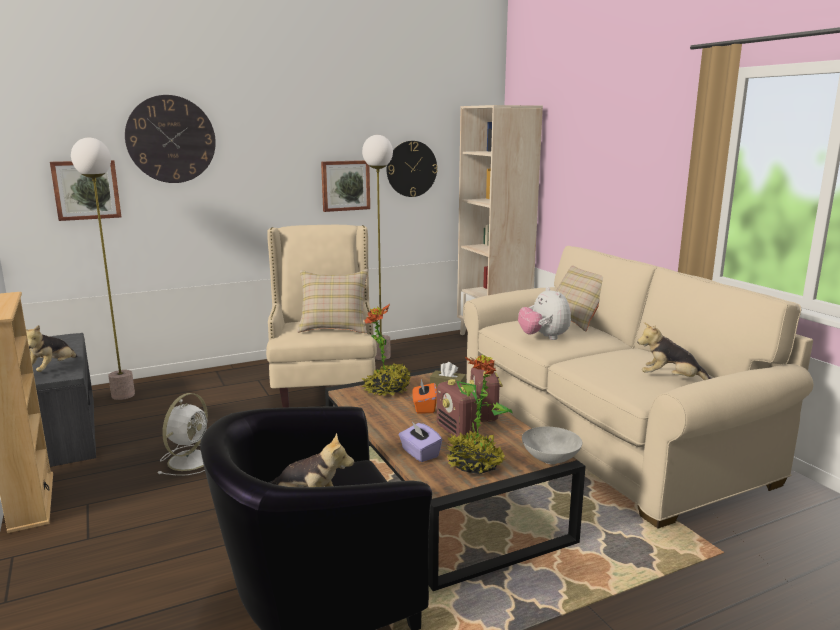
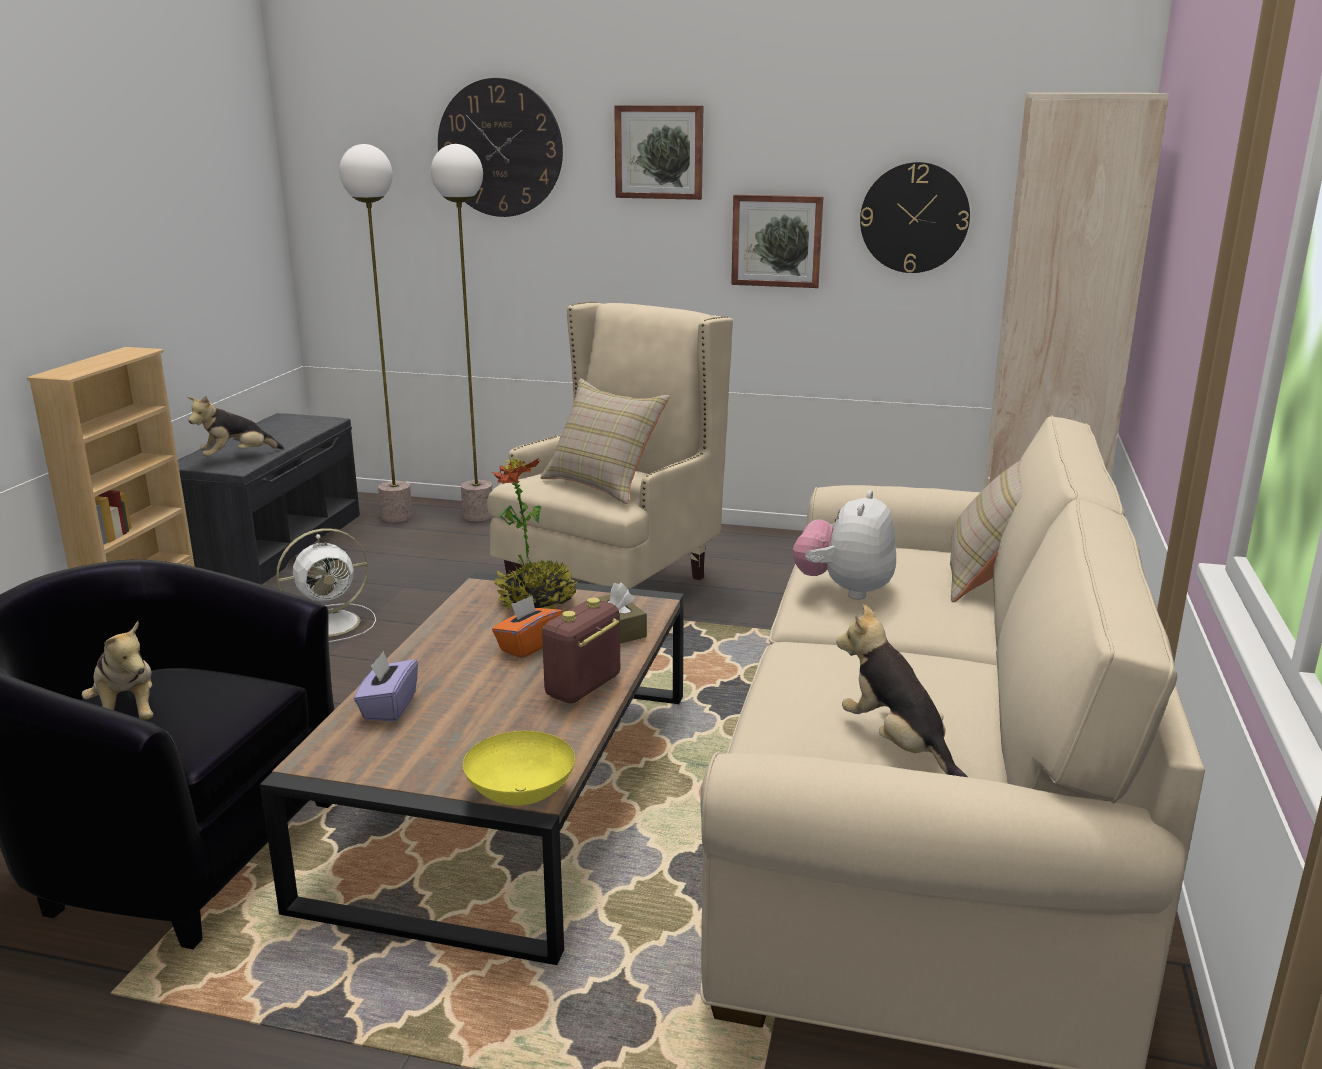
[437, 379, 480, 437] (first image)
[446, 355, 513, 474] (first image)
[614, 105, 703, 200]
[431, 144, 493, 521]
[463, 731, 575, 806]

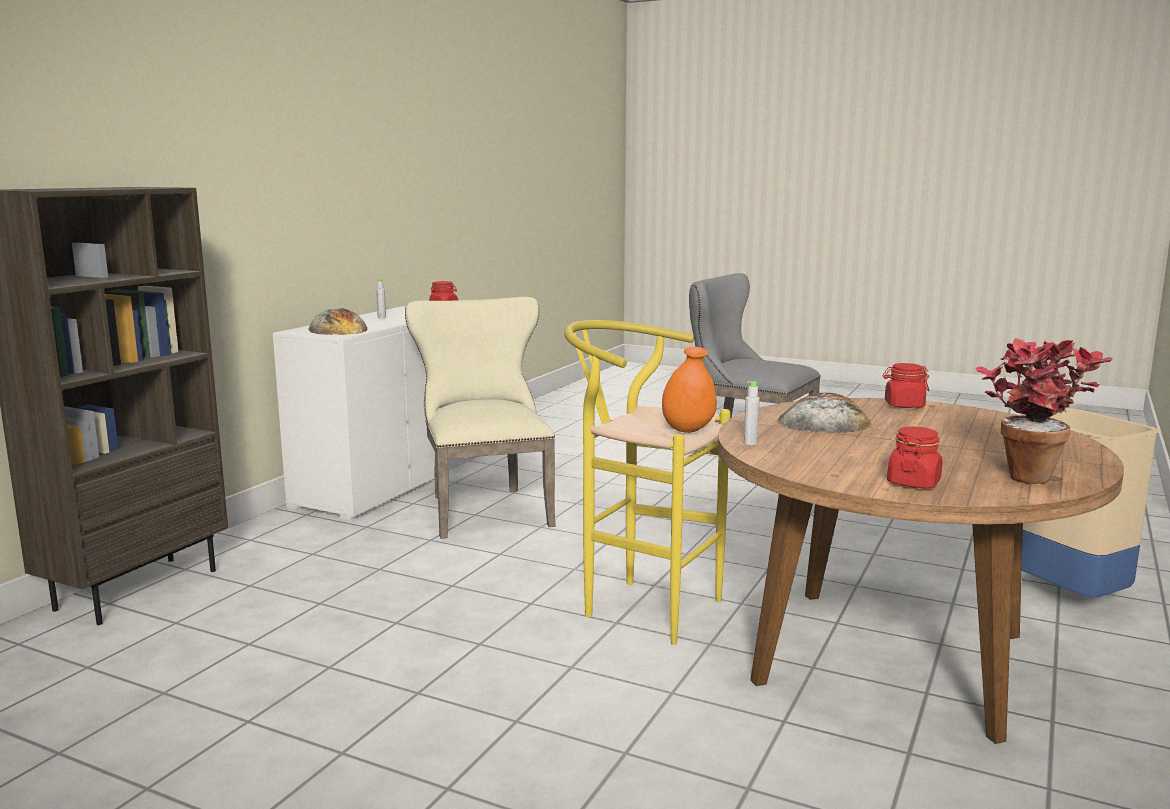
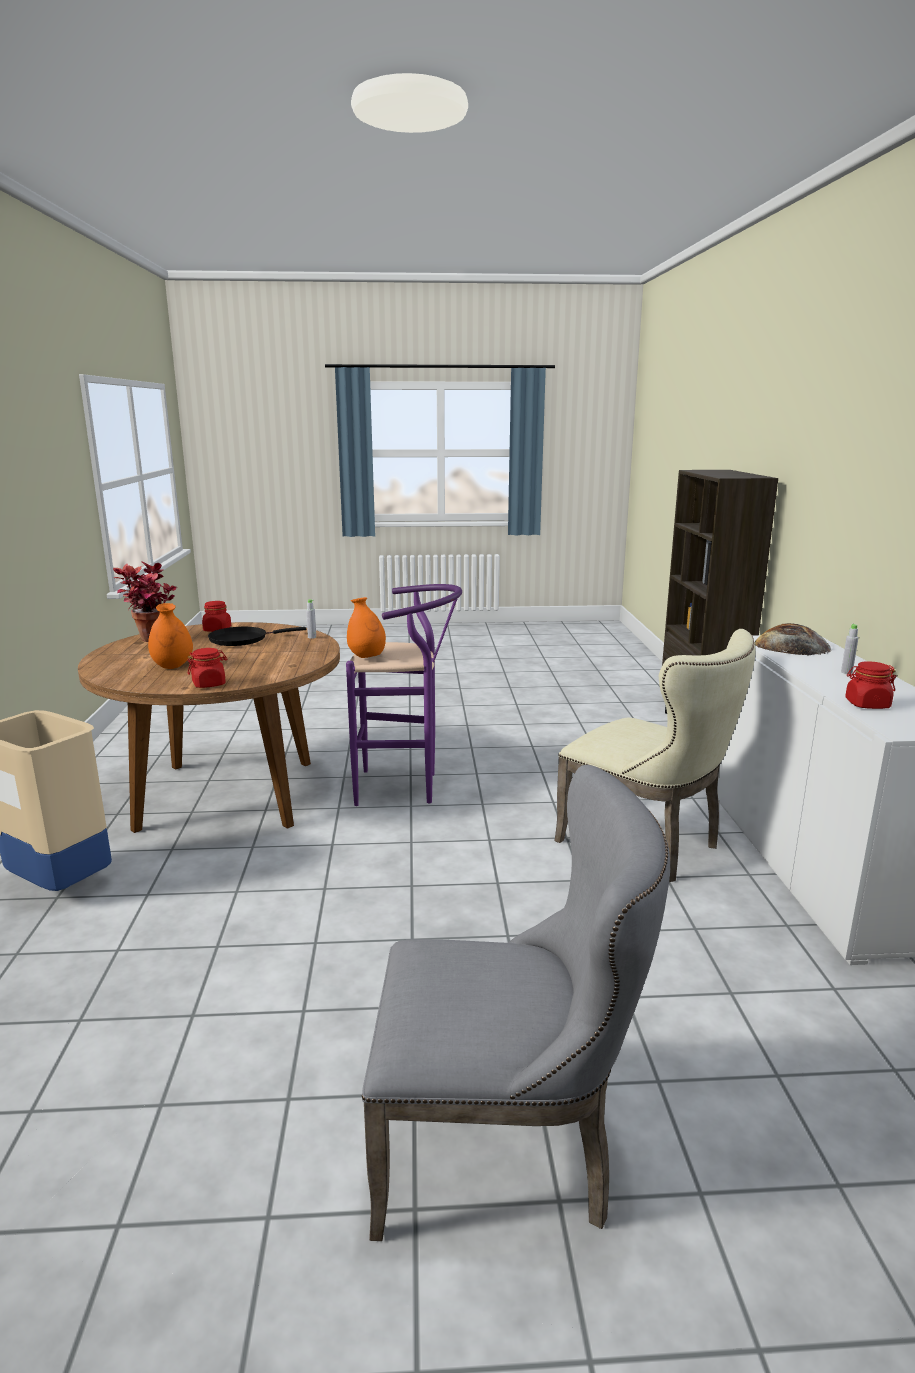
[777, 393, 871, 433] (first image)
[148, 603, 193, 669]
[208, 627, 306, 646]
[346, 584, 462, 806]

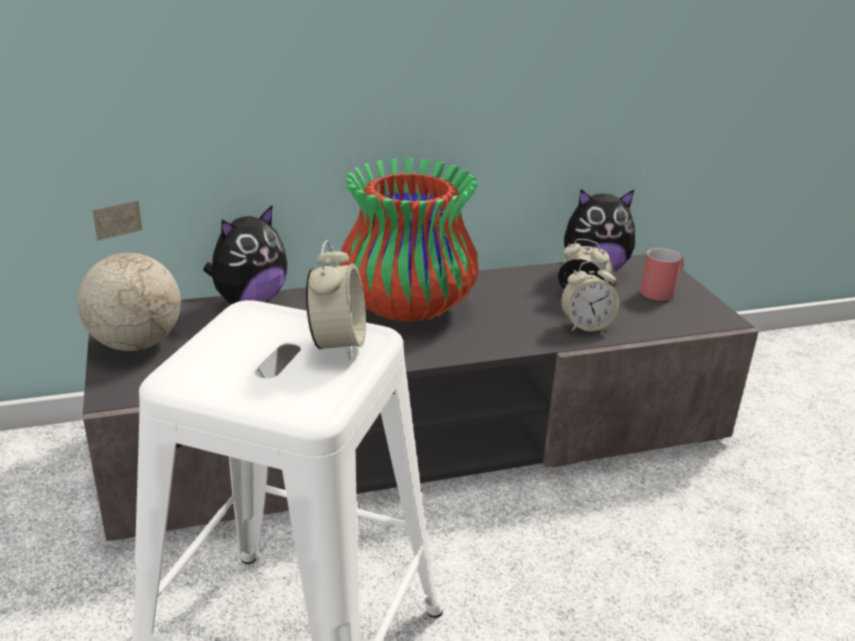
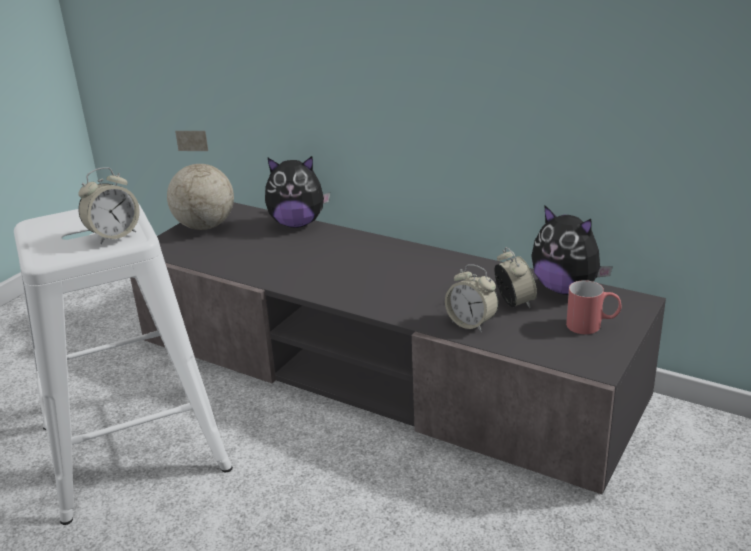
[340, 158, 479, 322] (first image)

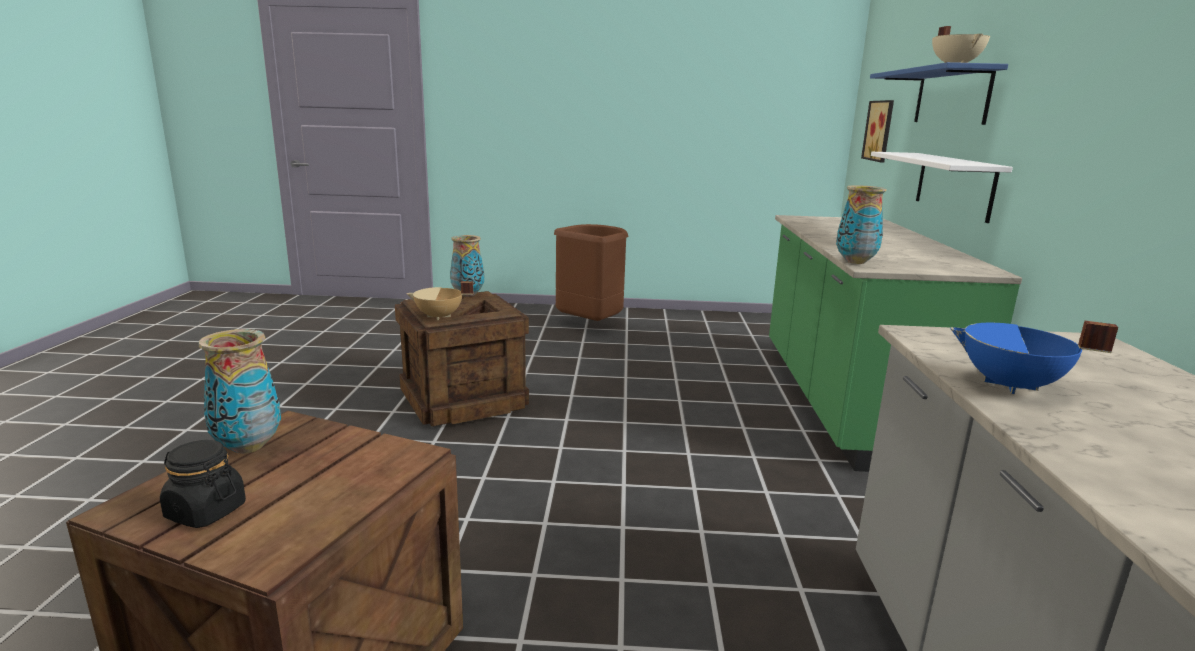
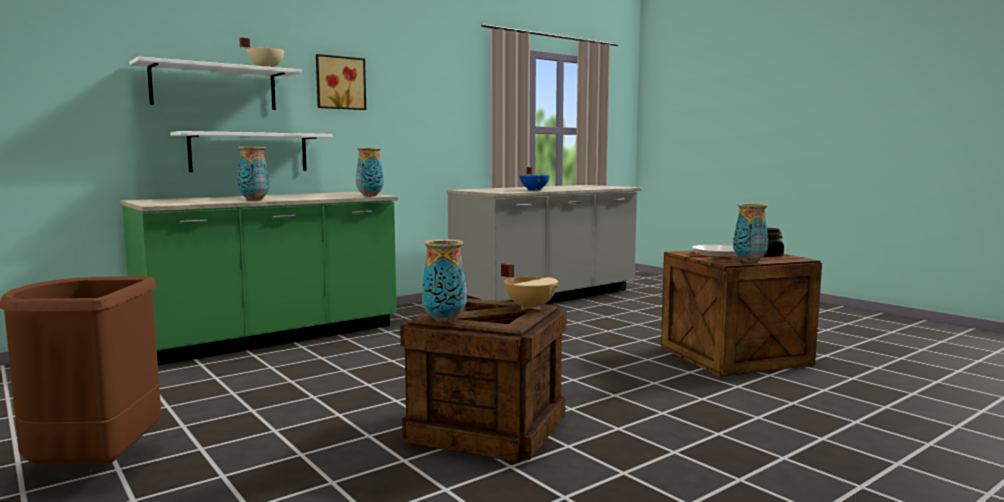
[238, 147, 270, 201]
[692, 244, 737, 257]
[316, 54, 366, 110]
[130, 56, 302, 110]

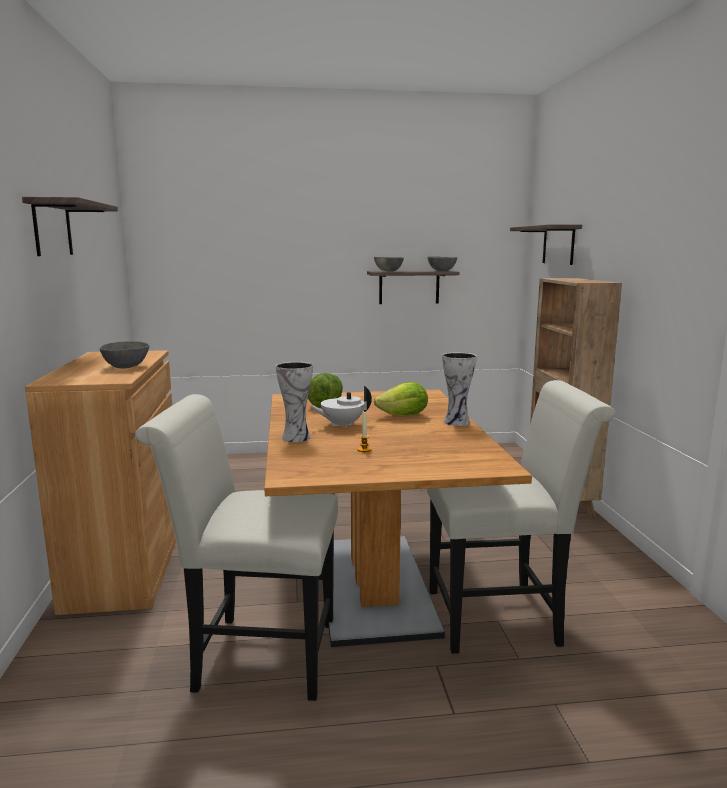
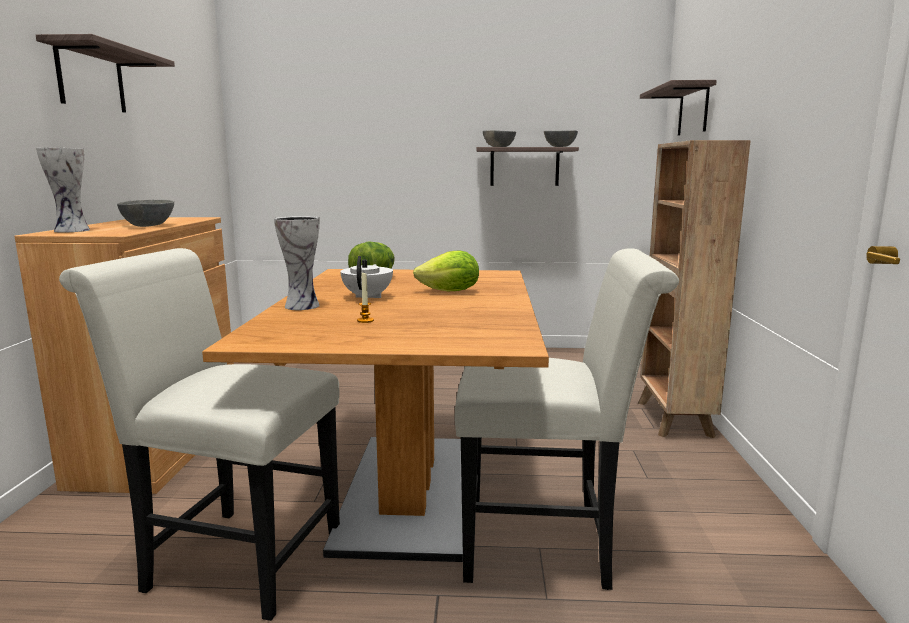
[36, 148, 90, 233]
[340, 256, 393, 298]

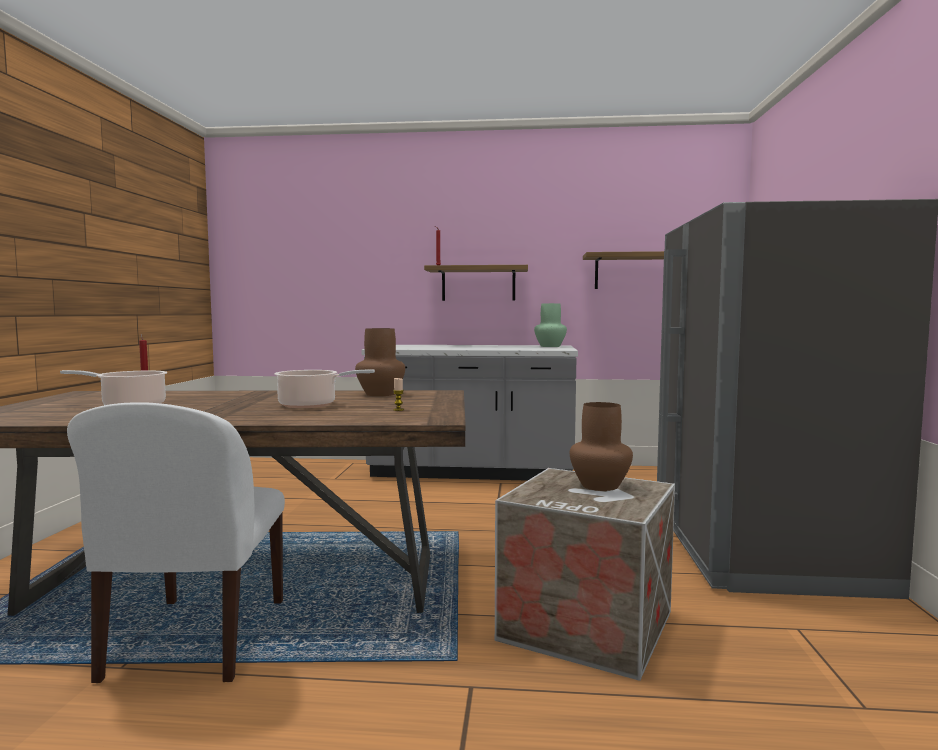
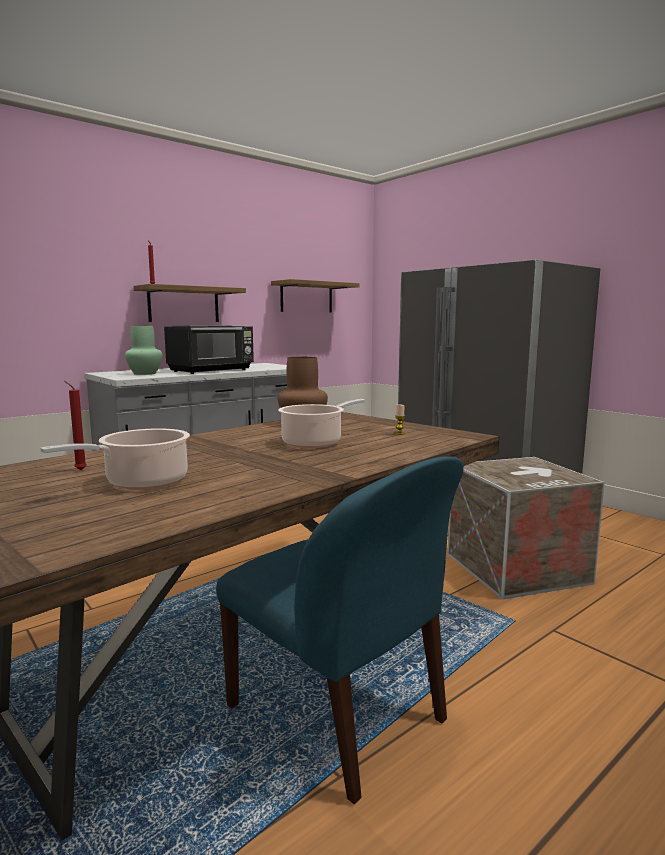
[569, 402, 633, 491] (first image)
[164, 325, 254, 374]
[125, 326, 163, 375]
[216, 456, 464, 804]

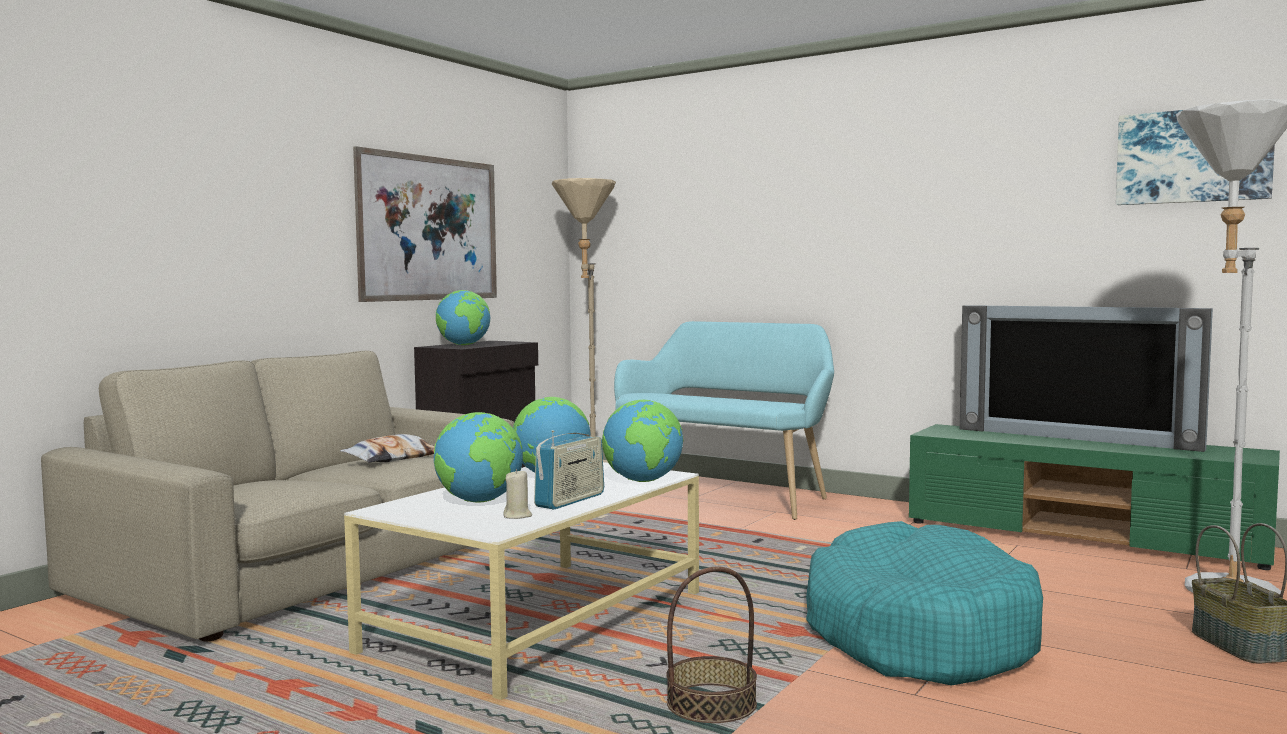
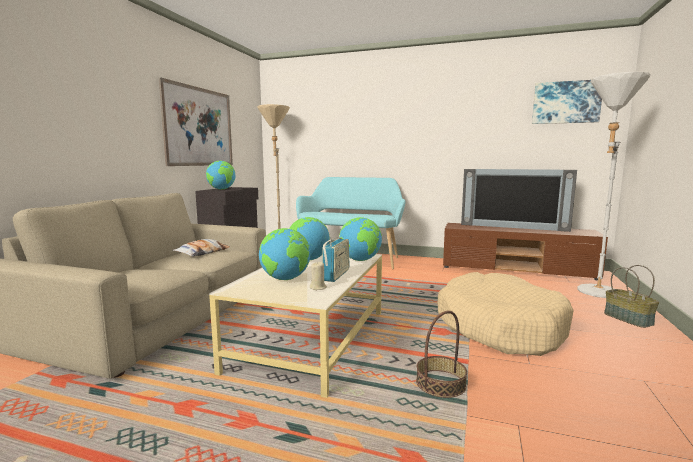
[438, 272, 574, 356]
[443, 223, 608, 281]

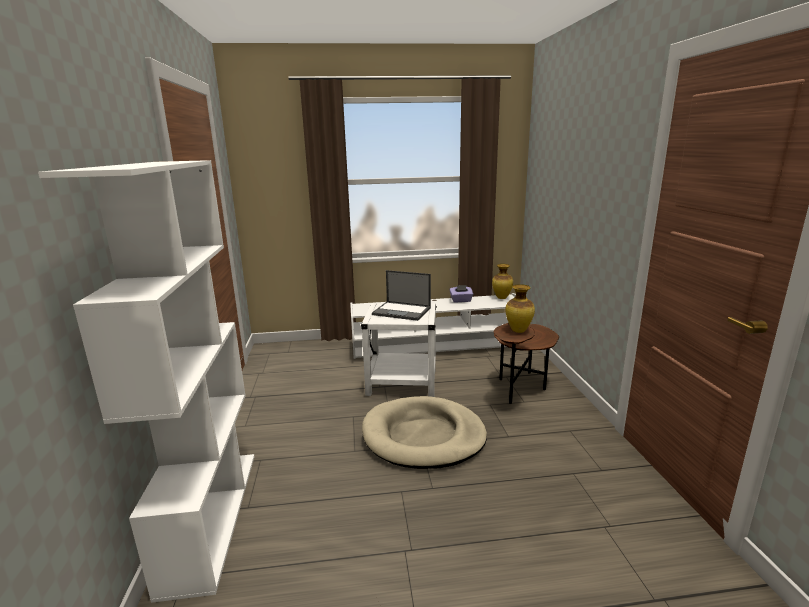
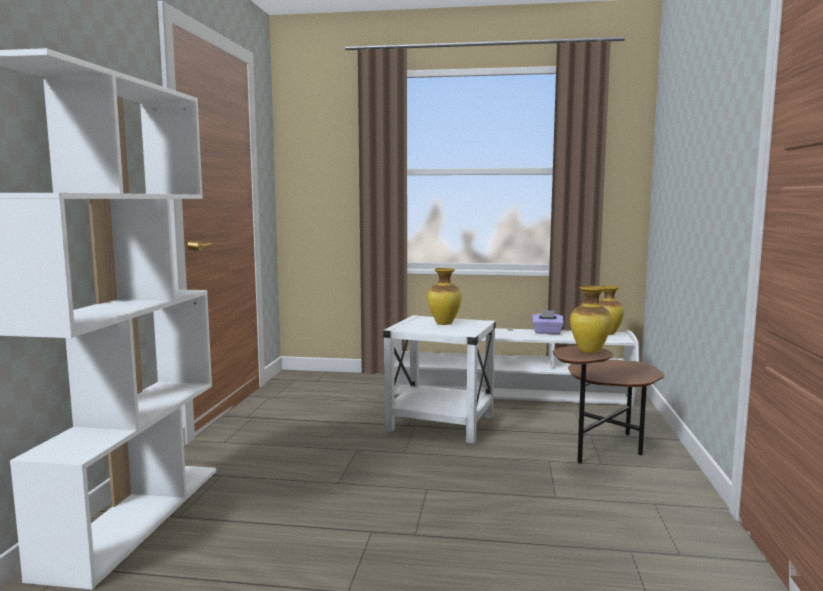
[362, 396, 487, 469] (first image)
[428, 268, 461, 325]

